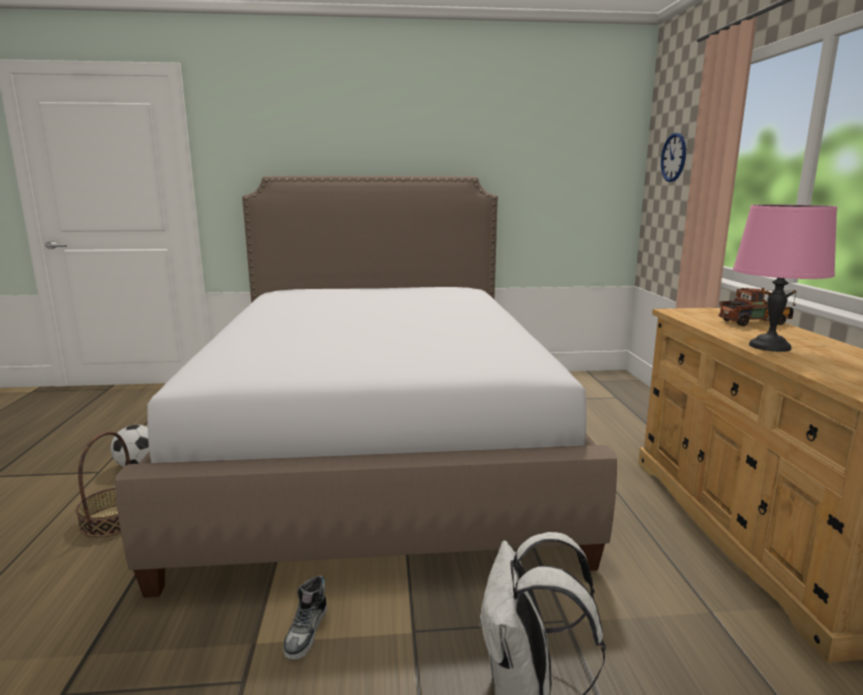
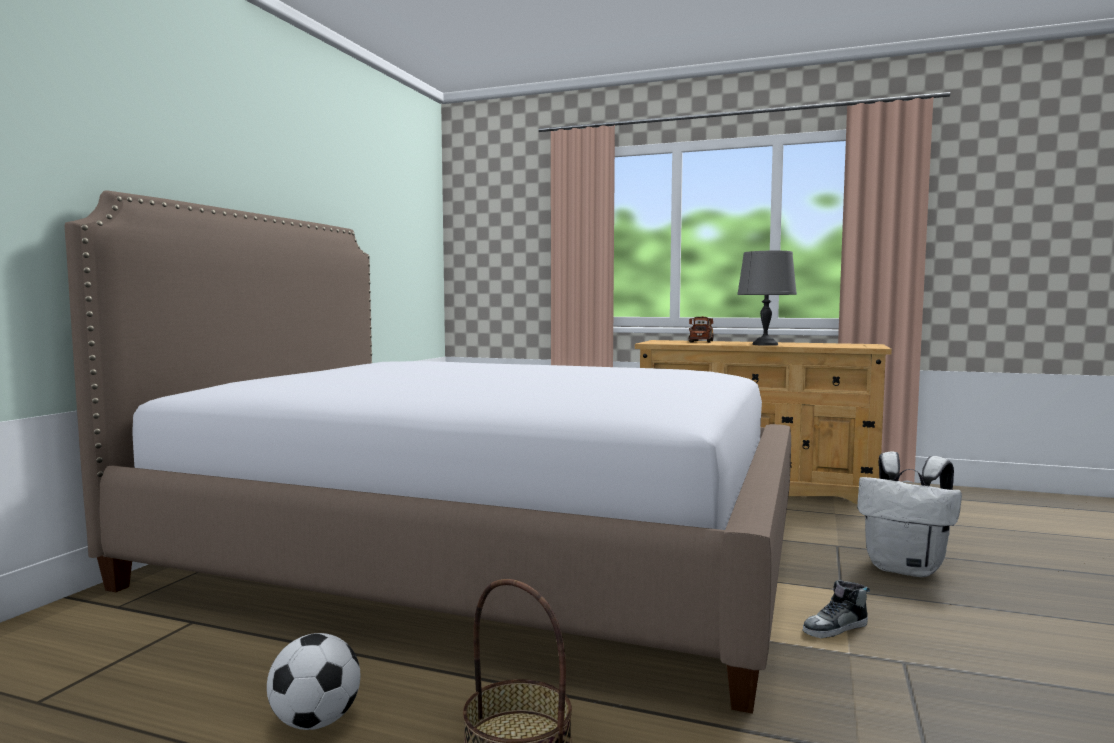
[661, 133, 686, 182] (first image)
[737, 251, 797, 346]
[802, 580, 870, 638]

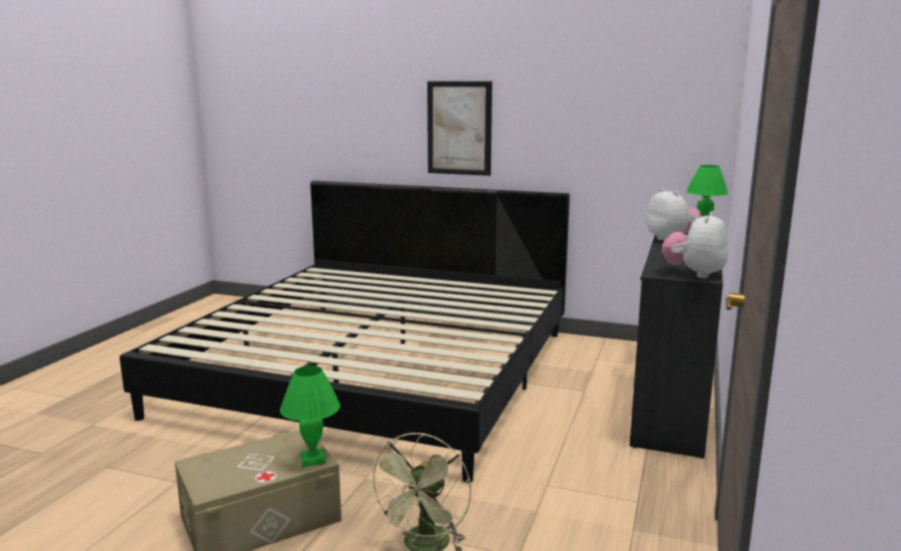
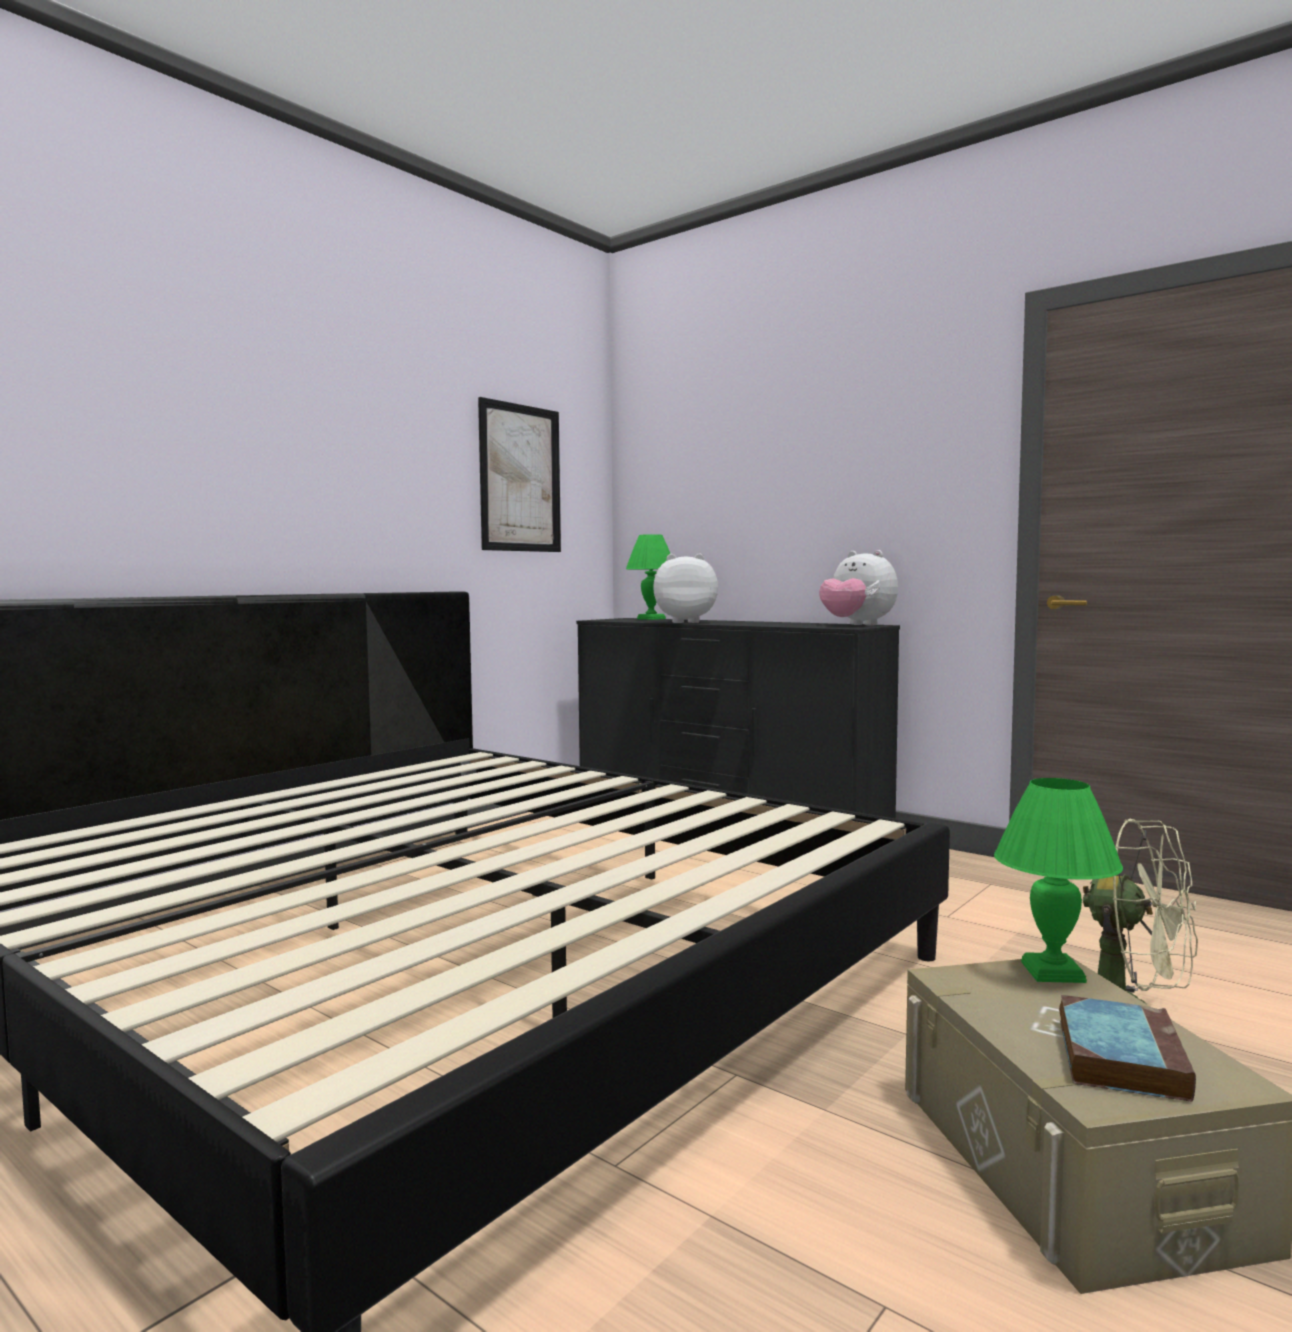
[1059, 995, 1196, 1102]
[478, 397, 561, 552]

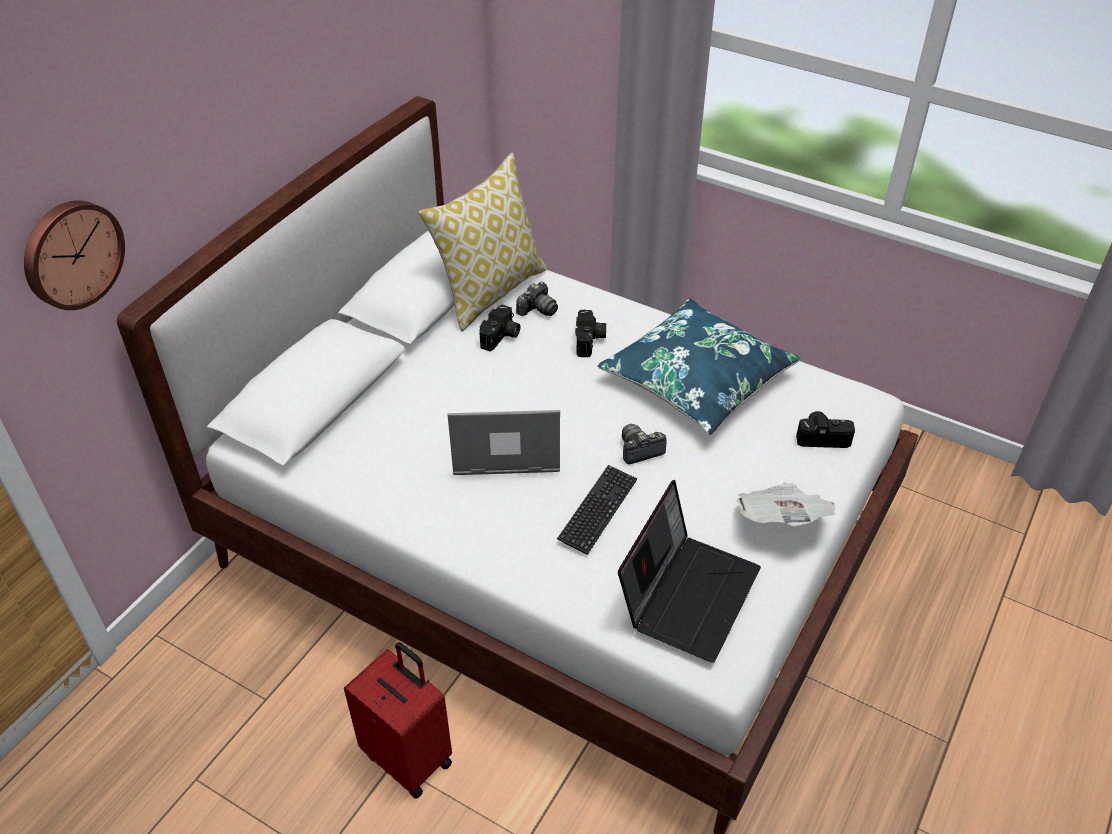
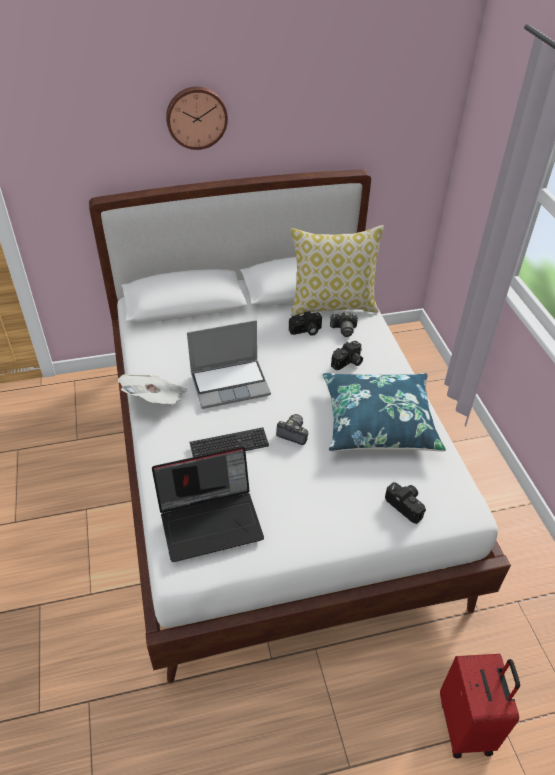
[166, 87, 228, 150]
[440, 654, 520, 758]
[118, 374, 188, 405]
[187, 320, 271, 409]

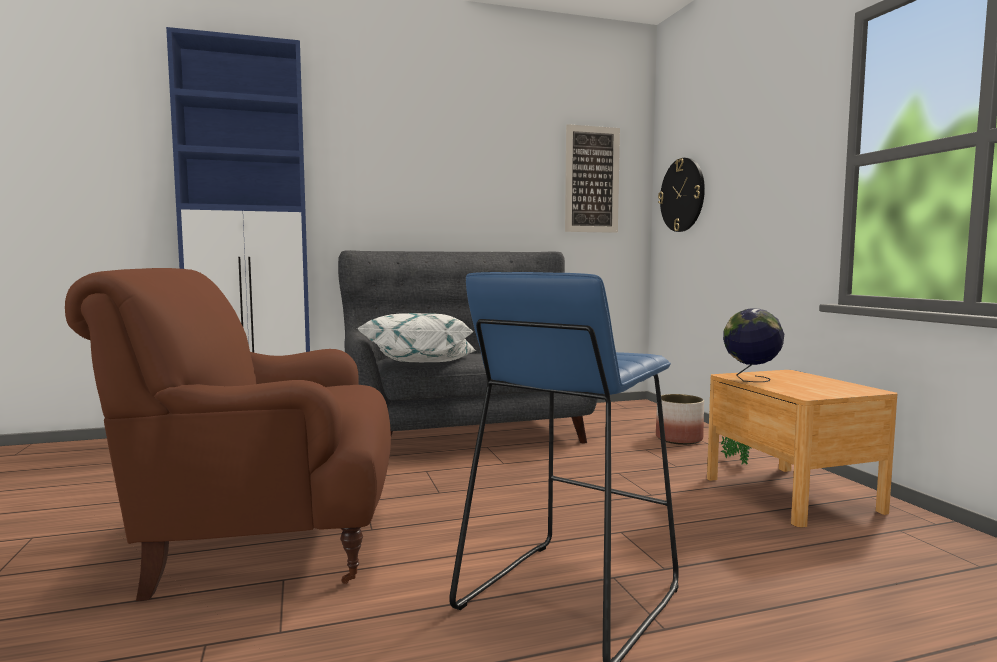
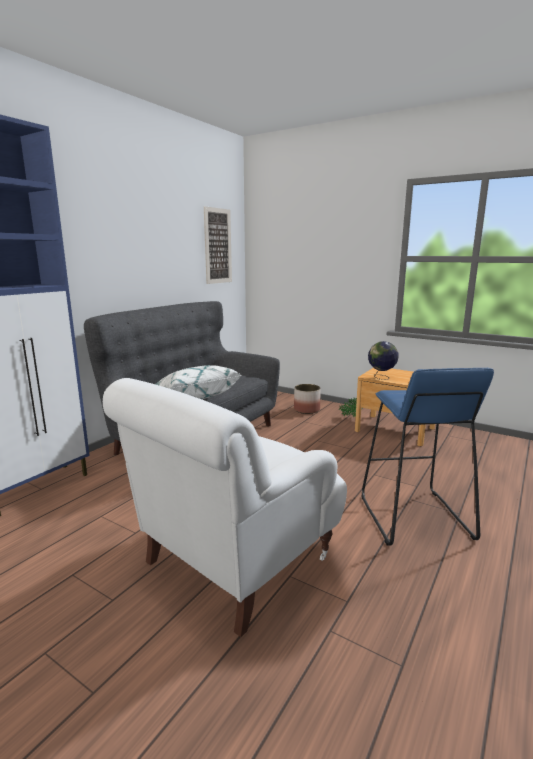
[658, 158, 705, 232] (first image)
[103, 378, 347, 637]

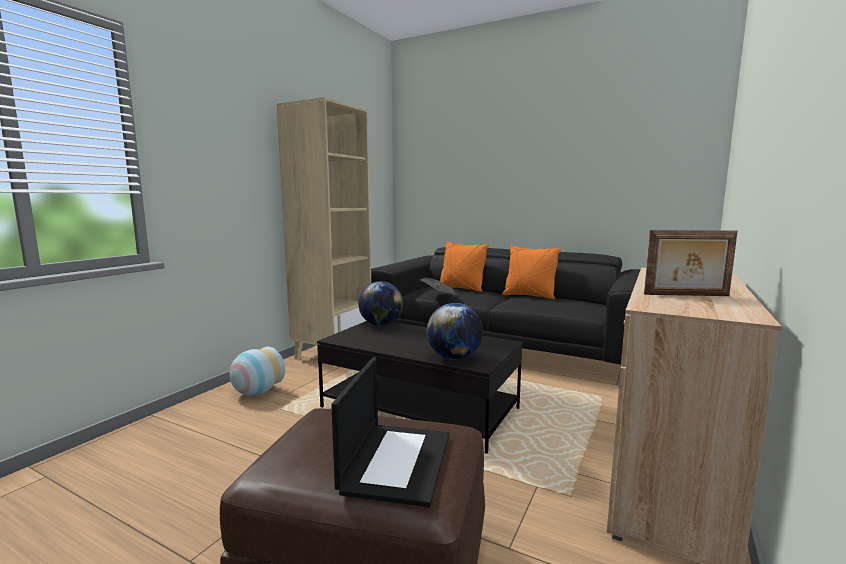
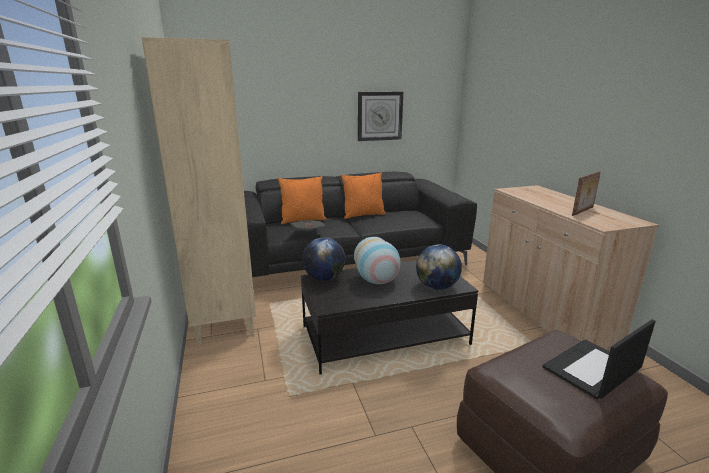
[358, 92, 403, 141]
[354, 237, 401, 284]
[543, 319, 656, 399]

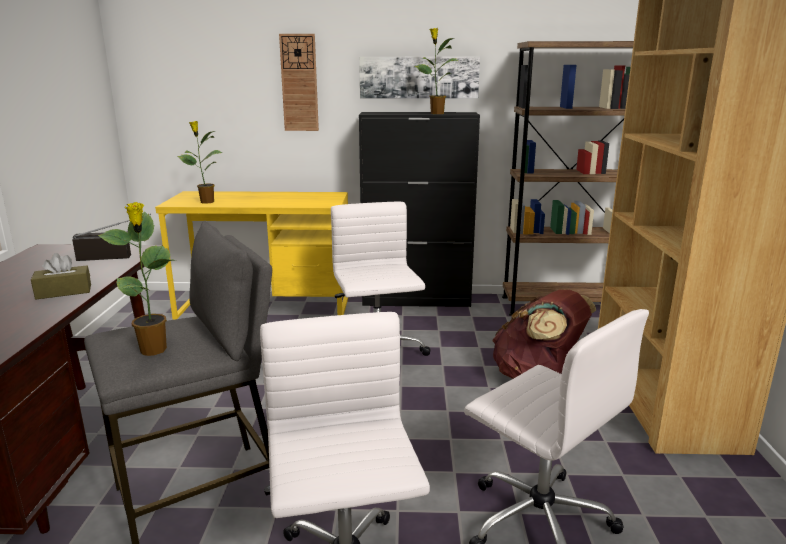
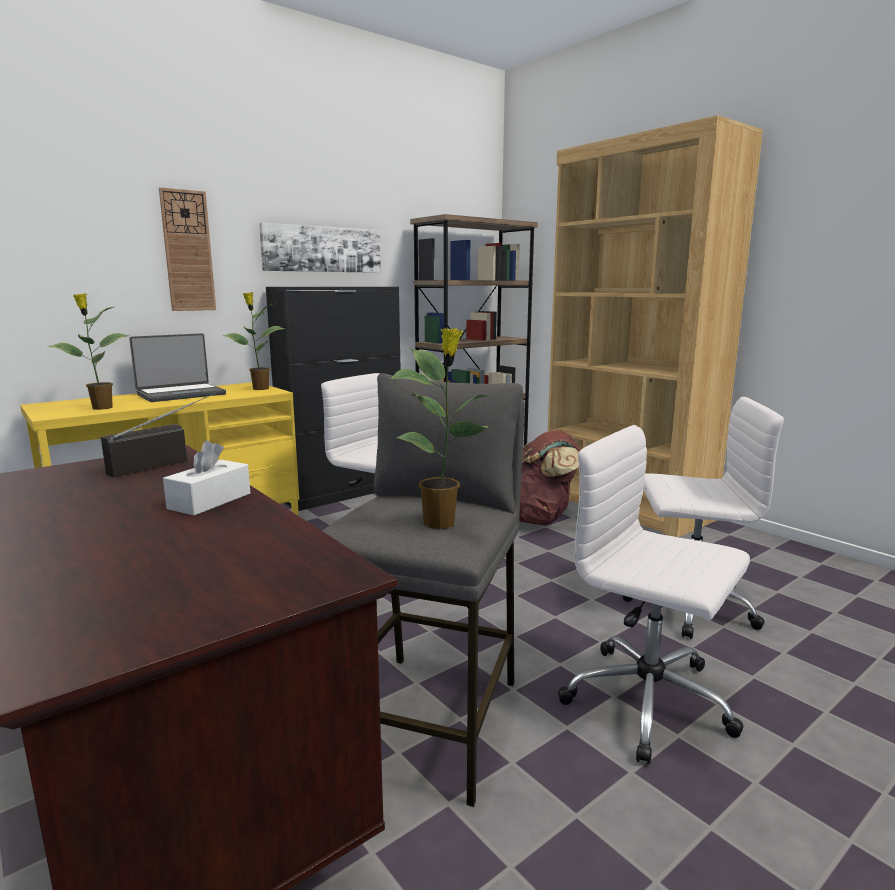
[129, 333, 226, 402]
[223, 292, 285, 390]
[163, 441, 250, 516]

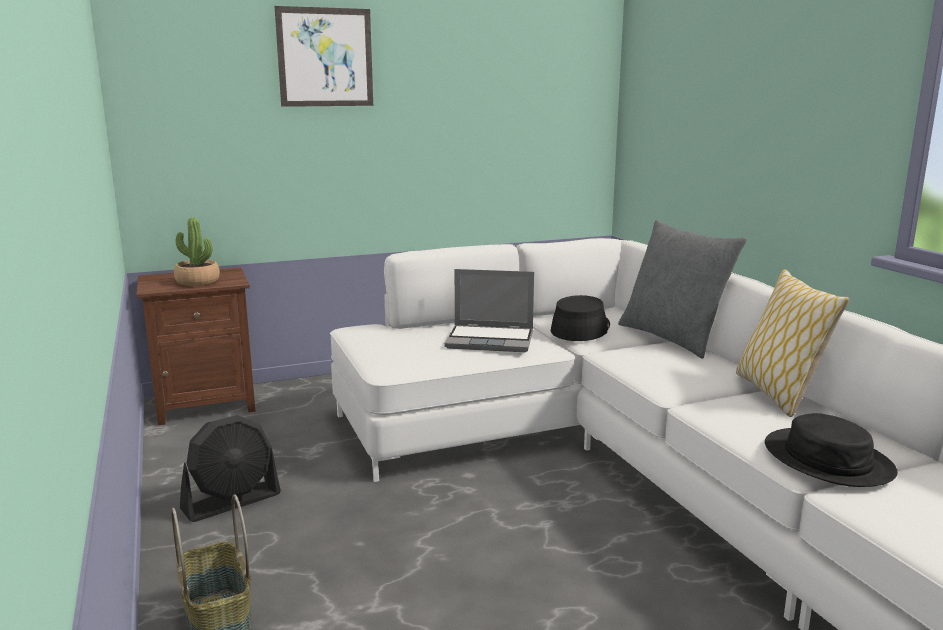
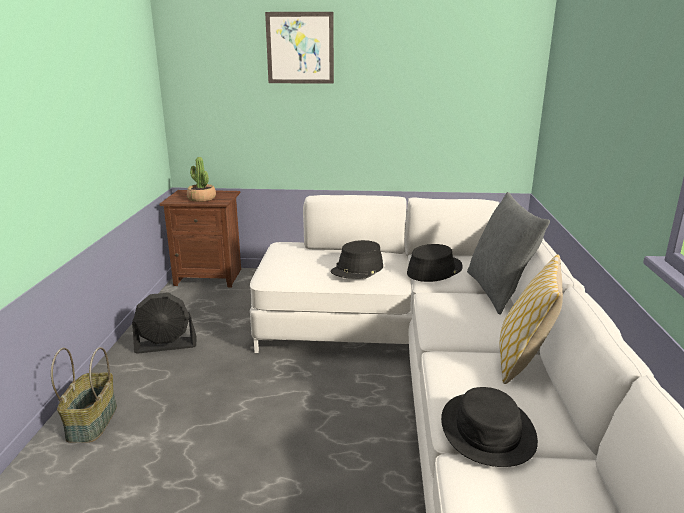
[331, 240, 383, 279]

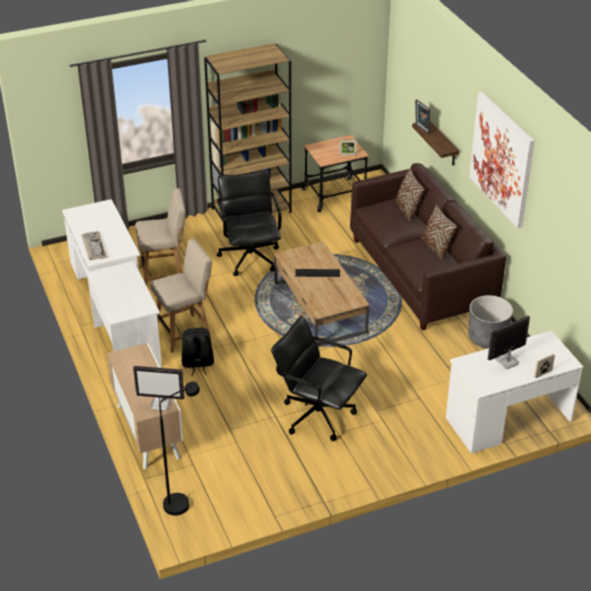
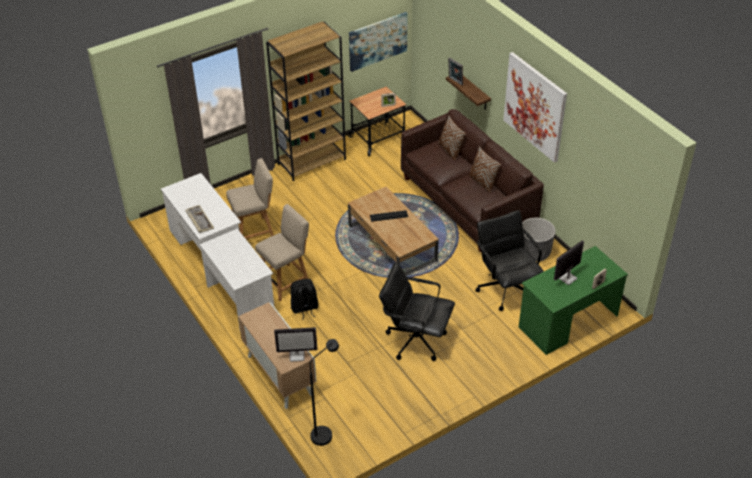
[349, 12, 408, 72]
[475, 210, 544, 311]
[519, 246, 628, 355]

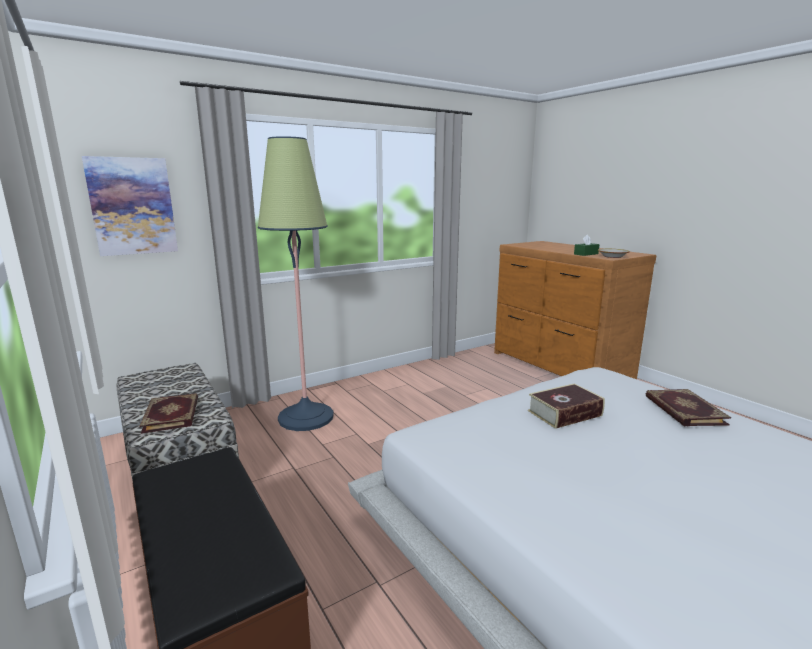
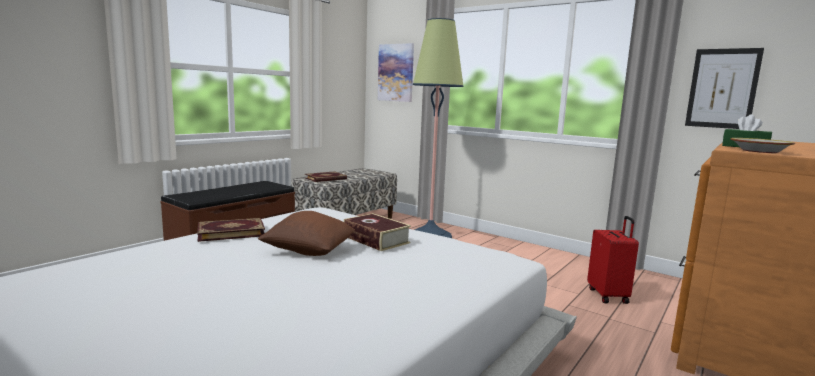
[258, 211, 355, 256]
[587, 216, 639, 304]
[685, 48, 764, 129]
[197, 218, 265, 242]

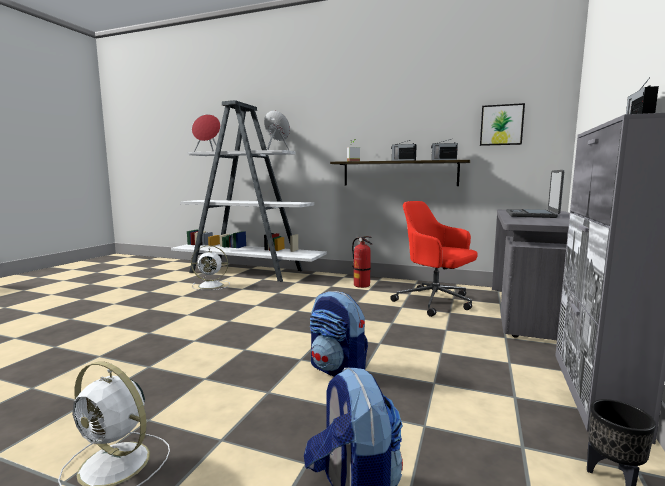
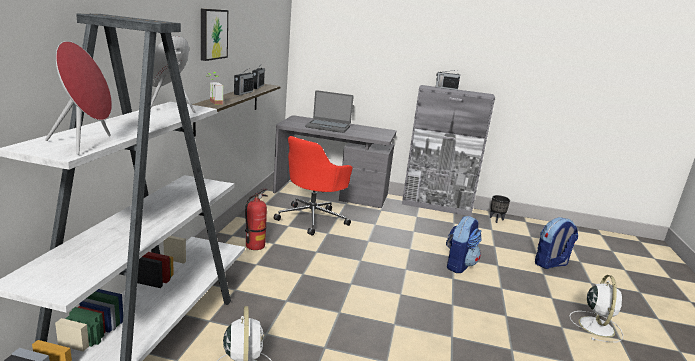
[201, 9, 228, 61]

